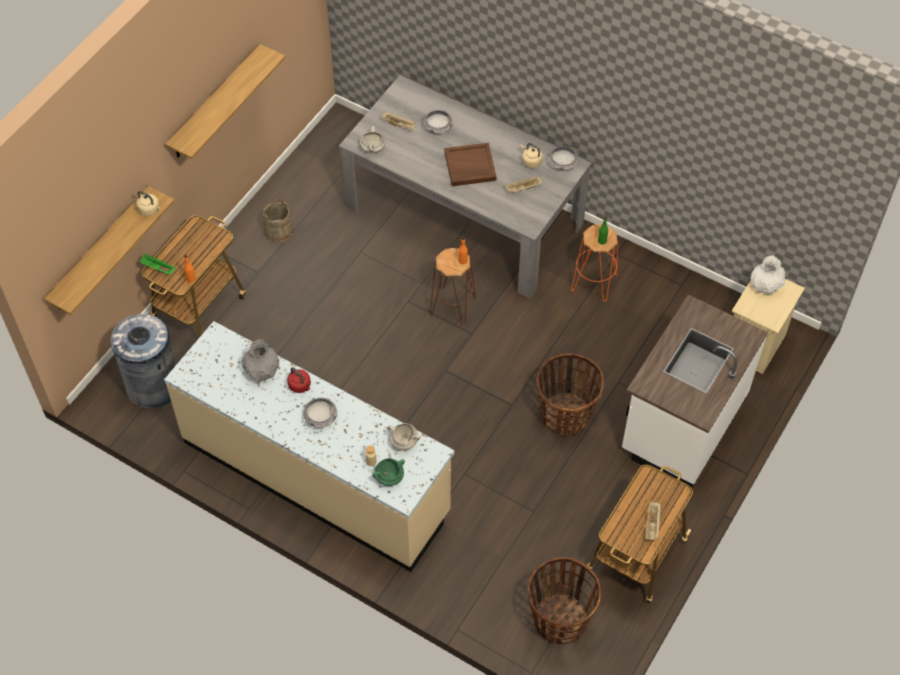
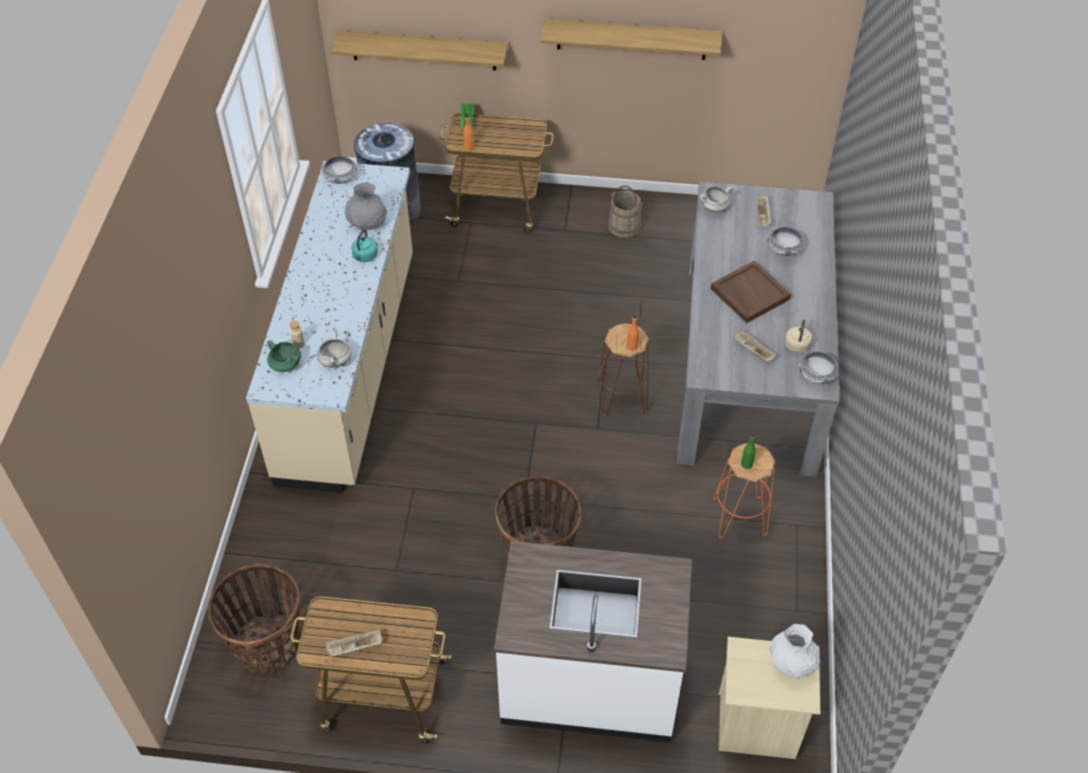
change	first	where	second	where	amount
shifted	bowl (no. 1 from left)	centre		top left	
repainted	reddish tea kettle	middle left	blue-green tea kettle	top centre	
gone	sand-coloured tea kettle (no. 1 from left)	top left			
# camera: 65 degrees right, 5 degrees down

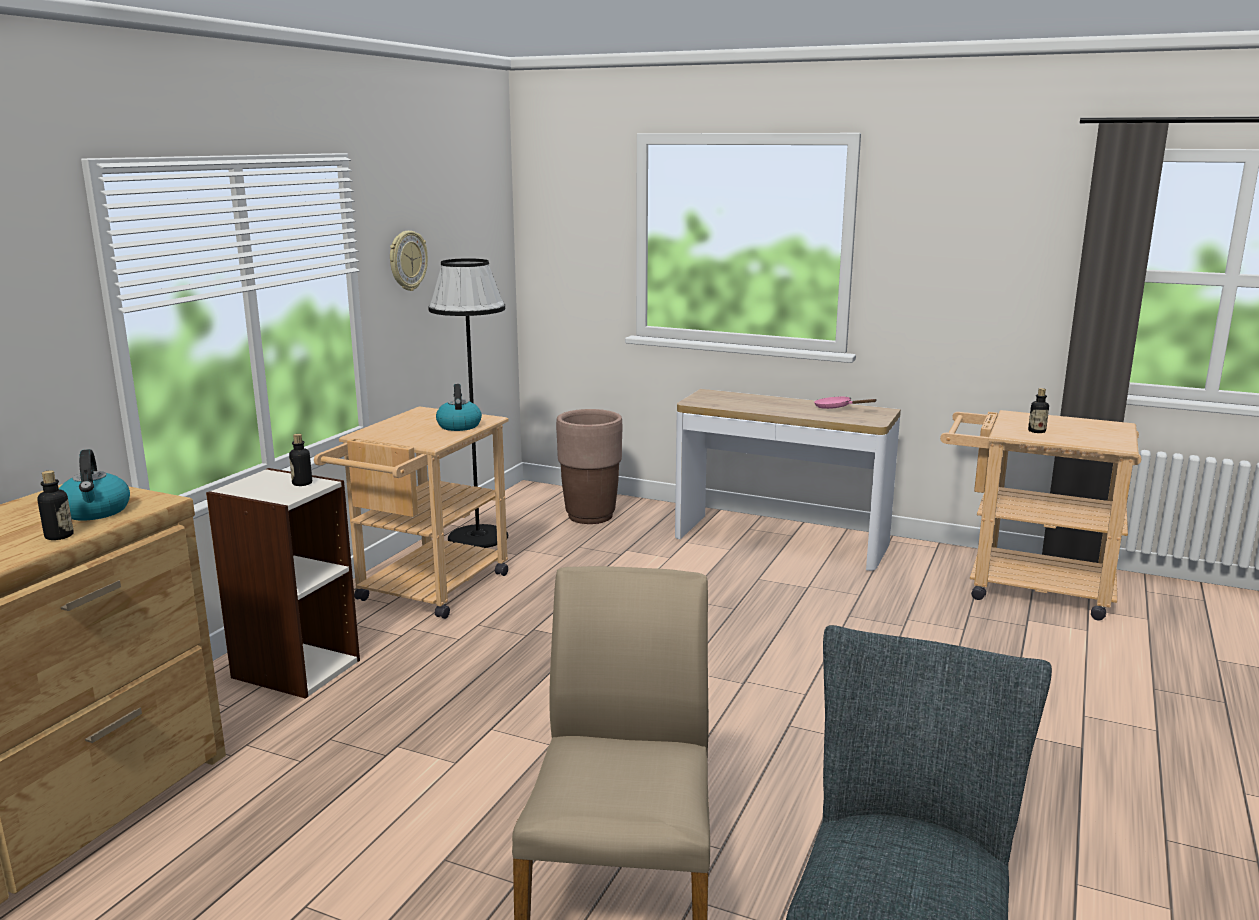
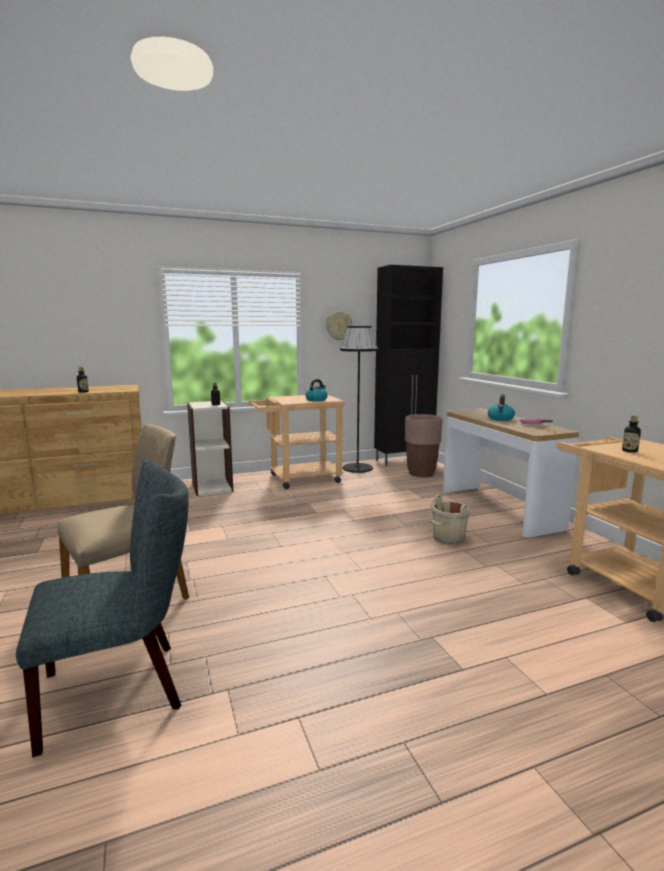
change	first	where	second	where	amount
new			black-coloured cupboard	centre	
new			sand-coloured water bucket	middle right	
shifted	tea kettle (no. 1 from left in the first image)	middle left	tea kettle (no. 2 from left)	middle right	
# camera: 45 degrees right, 5 degrees down

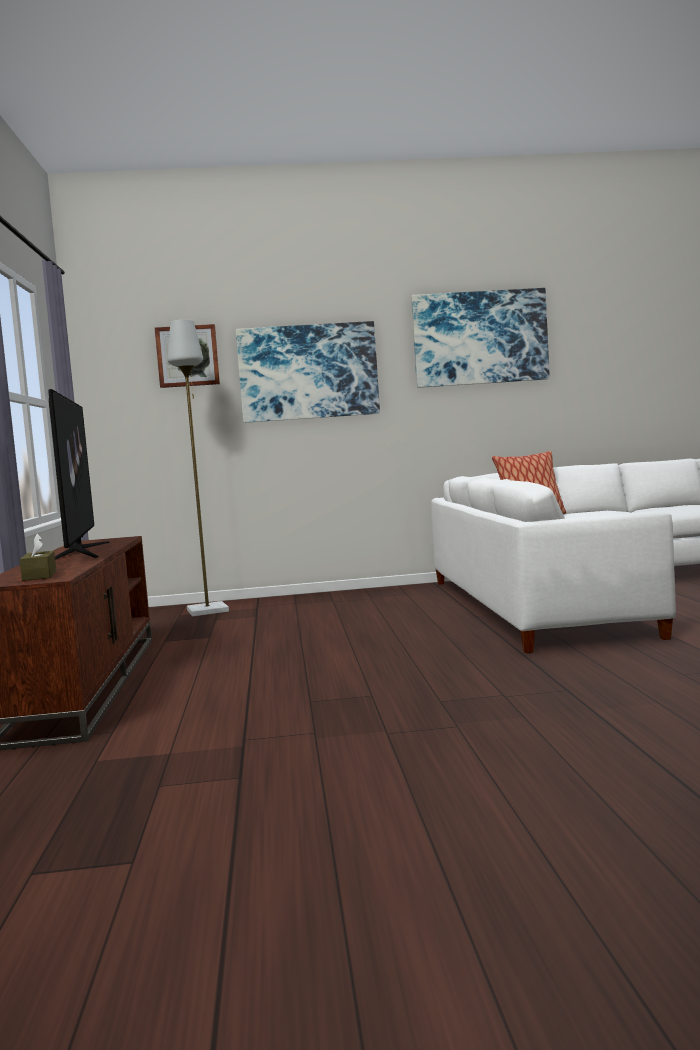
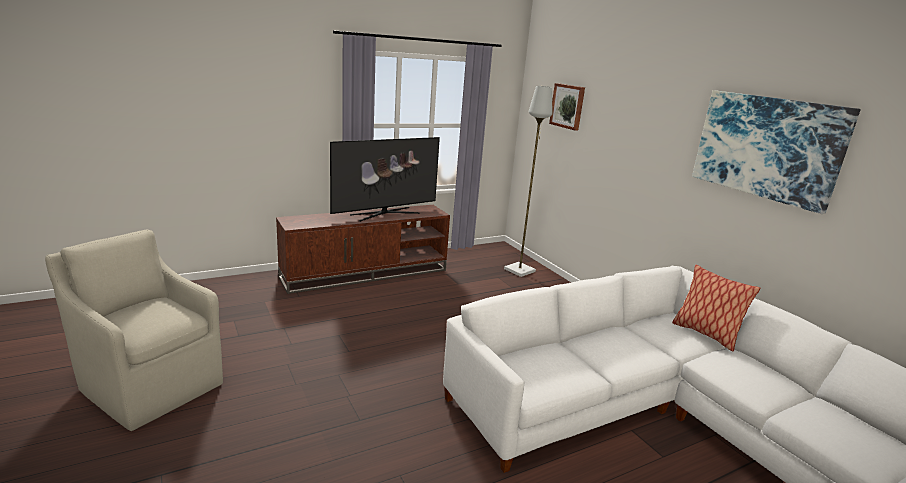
change	first	where	second	where	amount
new			sand-coloured easy chair	bottom left	
gone	brownish box of tissues	middle left			
gone	wall art (no. 2 from left)	centre			
# camera: 65 degrees right, 15 degrees up

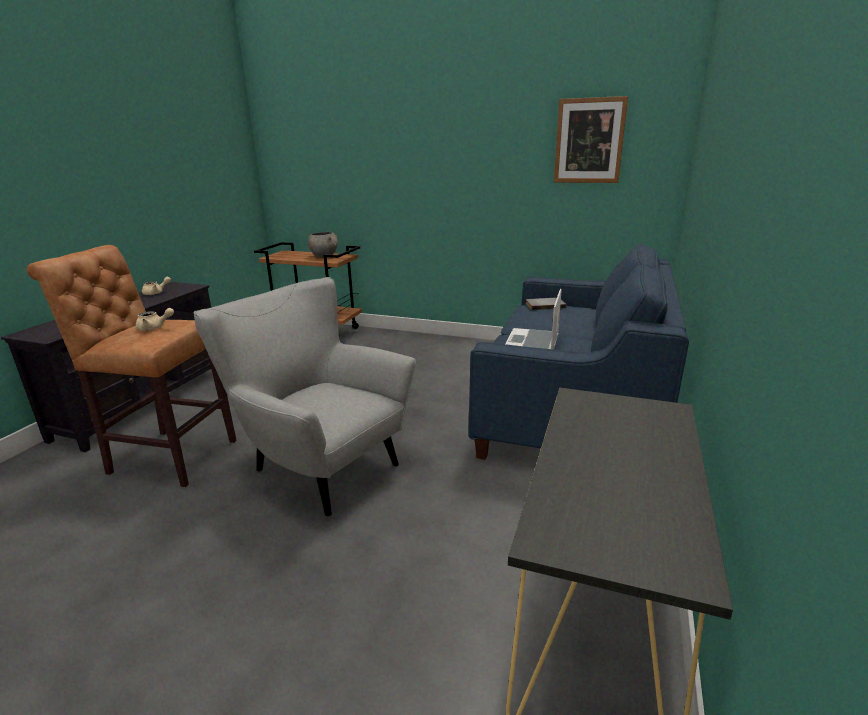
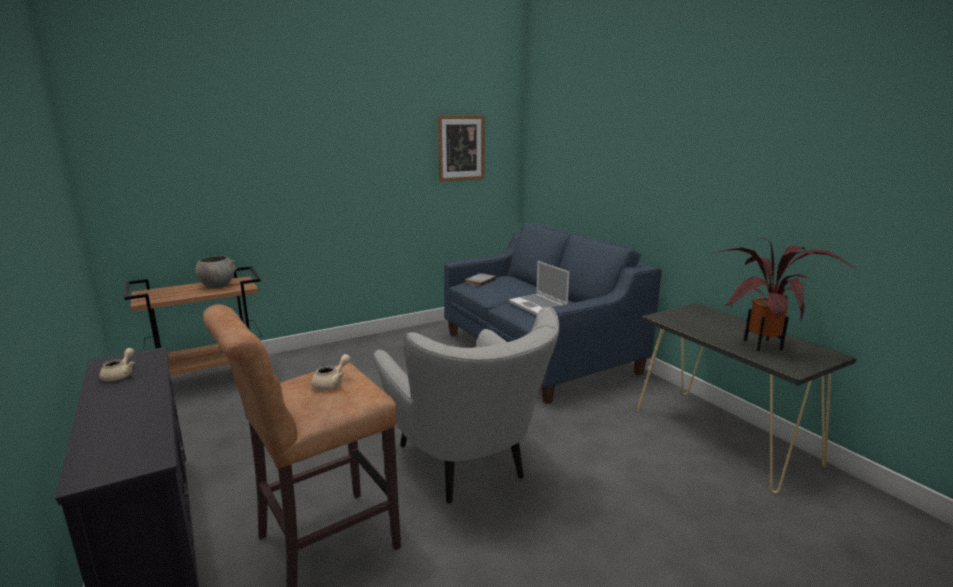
change	first	where	second	where	amount
rotated	grey easy chair	centre		bottom centre	105 degrees counterclockwise
new			potted plant	middle right	
# camera: 50 degrees left, 5 degrees down

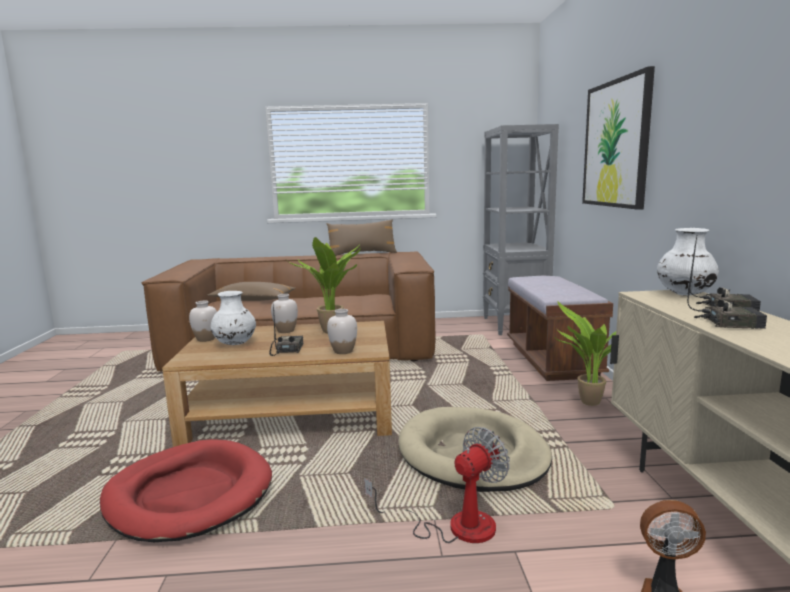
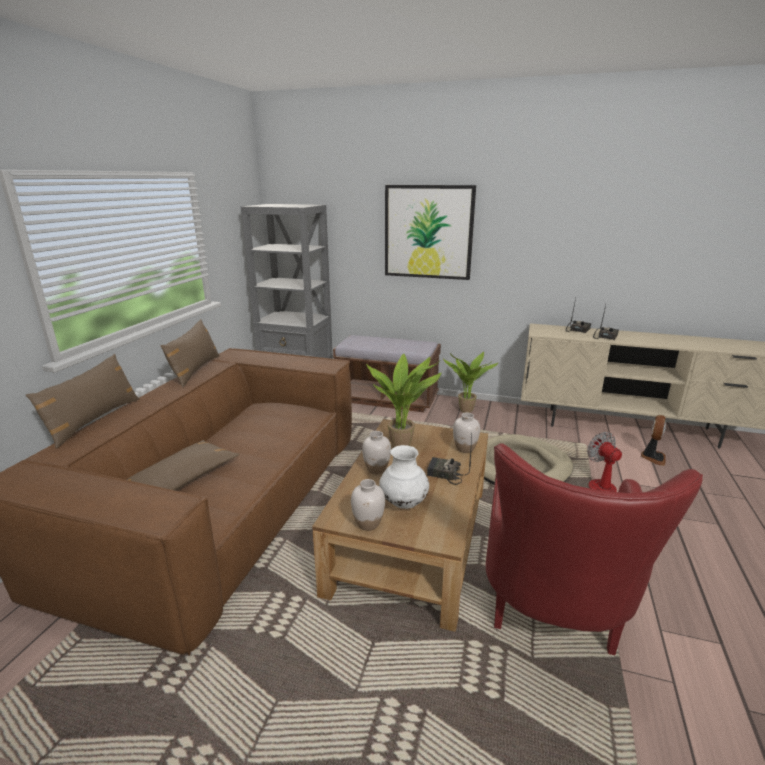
change	first	where	second	where	amount
new			brownish throw pillow (no. 1 from left)	middle left	
swapped	reddish pet bed	bottom left	reddish easy chair	bottom right	
gone	white vase (no. 5 from left)	middle right			
# camera: 70 degrees left, 10 degrees up

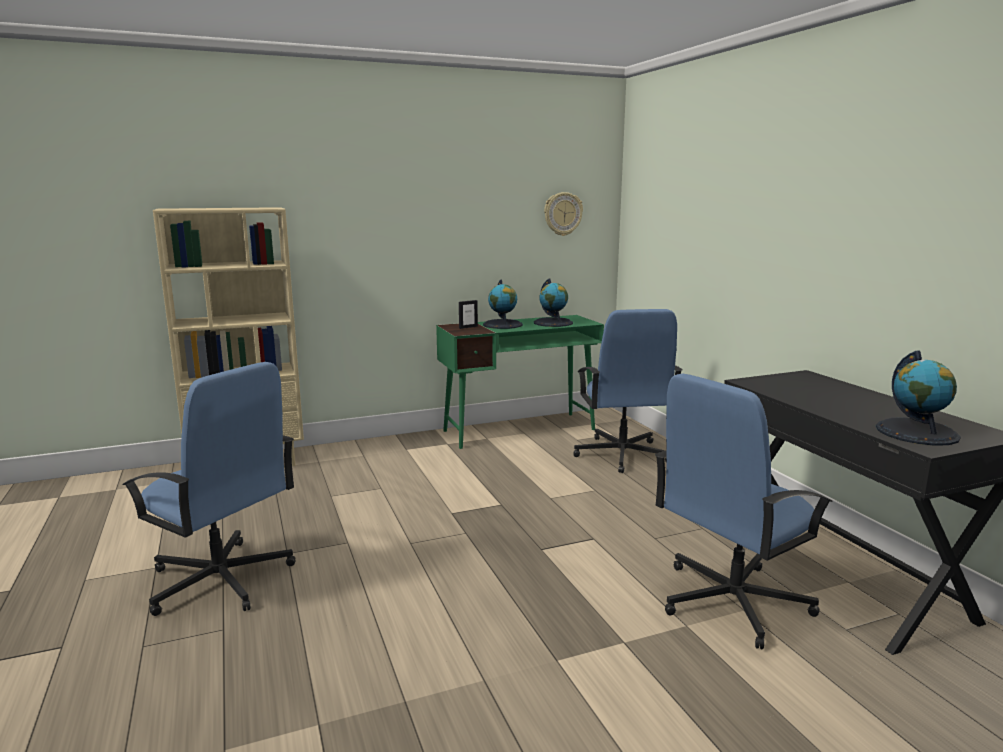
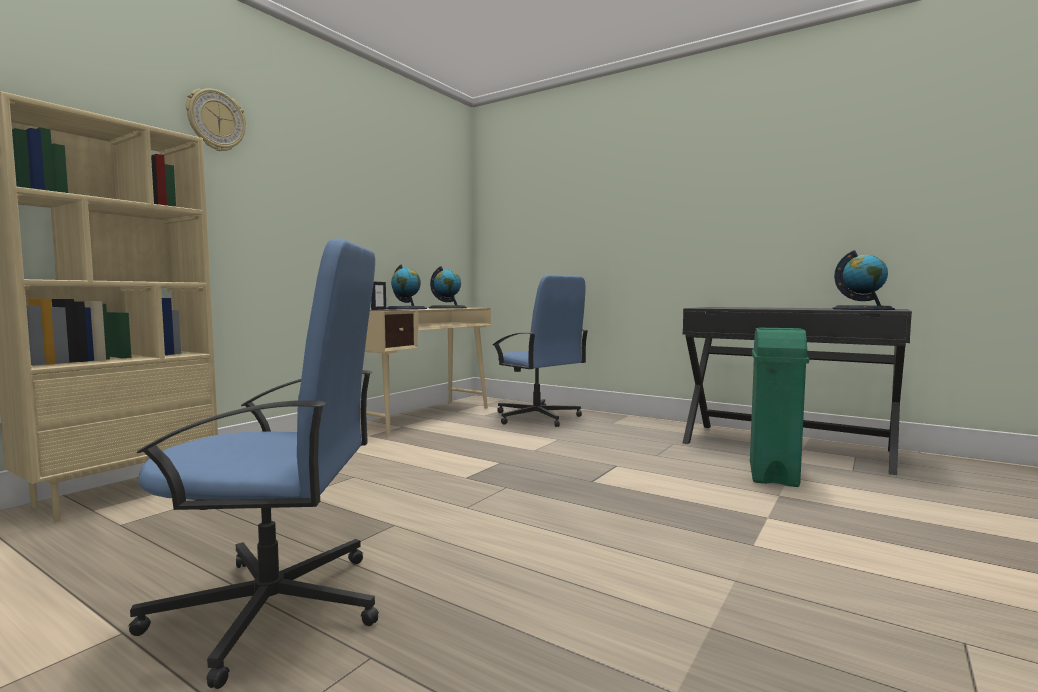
change	first	where	second	where	amount
shifted	wall clock	top centre		top left	
repainted	green-coloured desk	centre	sand-coloured desk	centre	
swapped	bluish computer chair (no. 3 from left)	bottom right	green-coloured trash can	middle right	
# camera: 35 degrees left, 10 degrees down

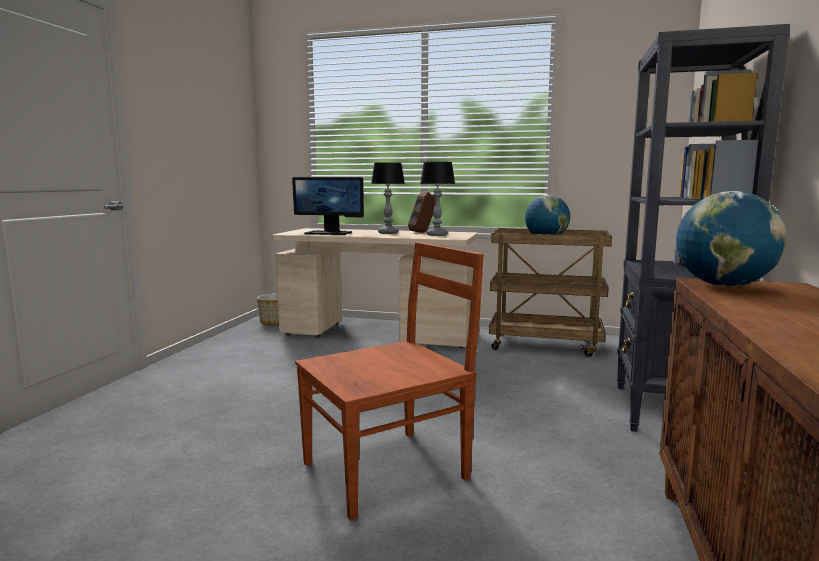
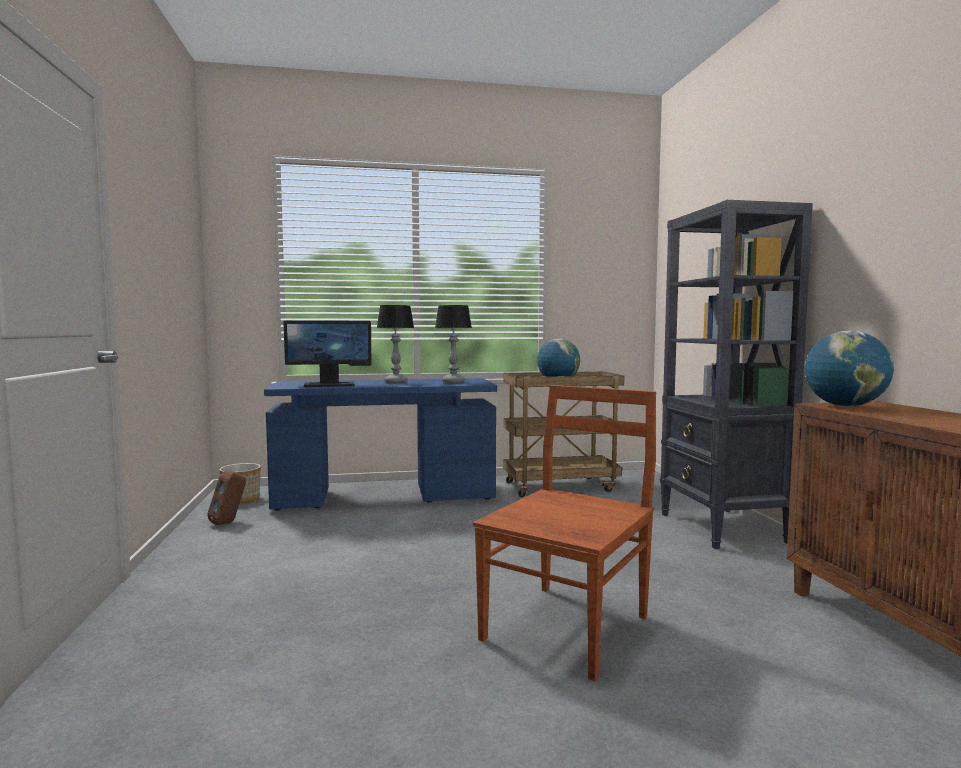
change	first	where	second	where	amount
shifted	brownish speaker	centre		middle left	
repainted	sand-coloured desk	centre	bluish desk	centre	
# camera: 25 degrees left, 5 degrees down

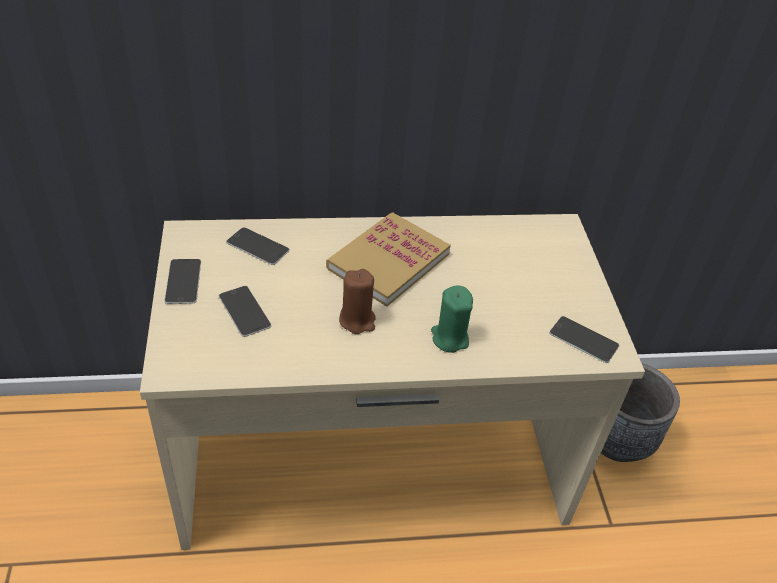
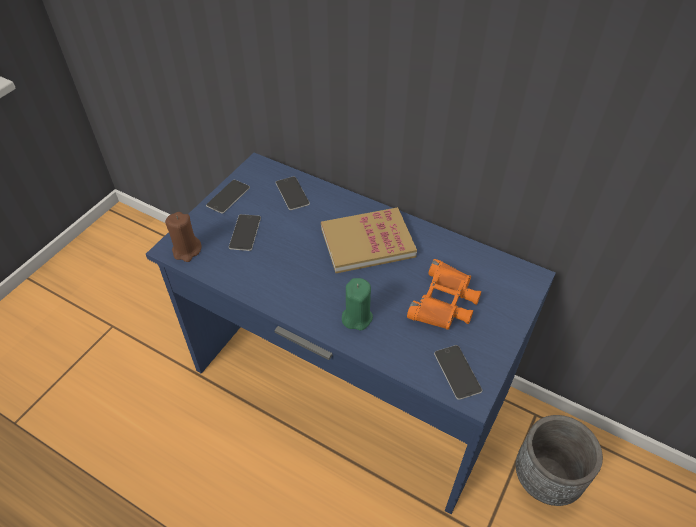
change	first	where	second	where	amount
repainted	sand-coloured desk	centre	bluish desk	centre	
shifted	brownish wax candle	centre		middle left	
new			orange binoculars	centre	
# camera: 40 degrees right, 5 degrees up

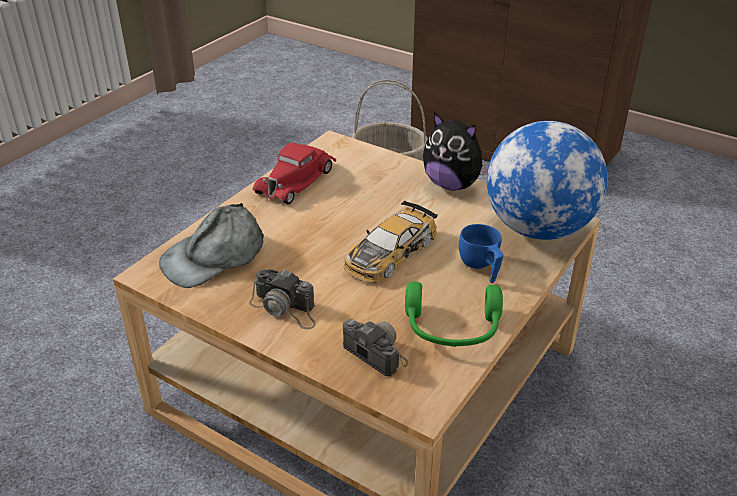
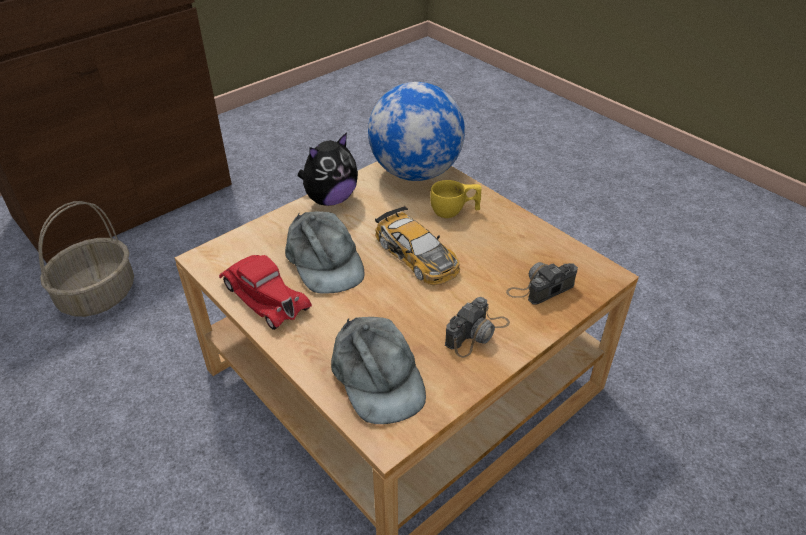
change	first	where	second	where	amount
new			grey baseball cap (no. 1 from left)	centre	
repainted	bluish cup	centre	yellow cup	centre	
gone	green-coloured headset	centre			
# camera: 75 degrees left, 5 degrees up

